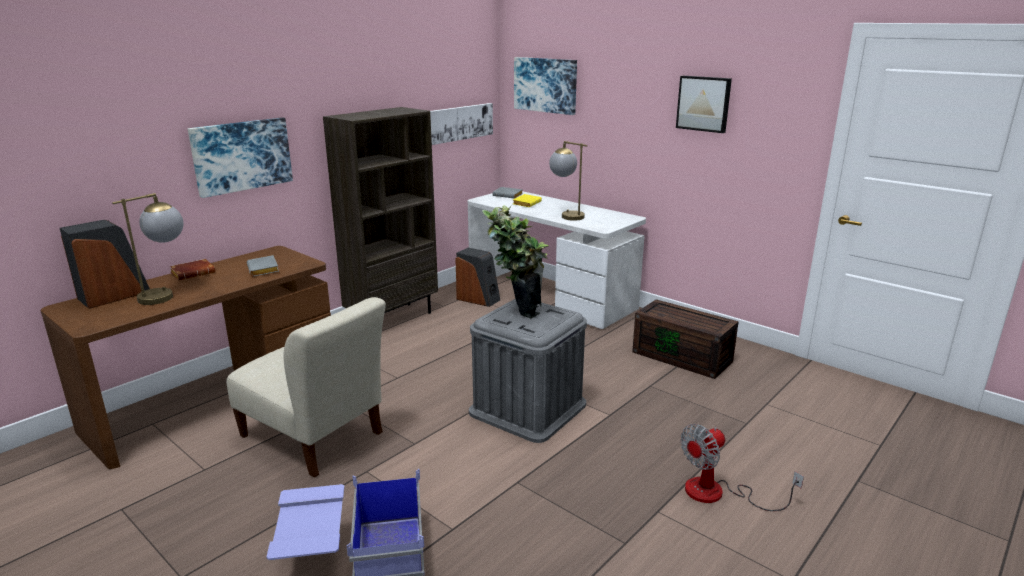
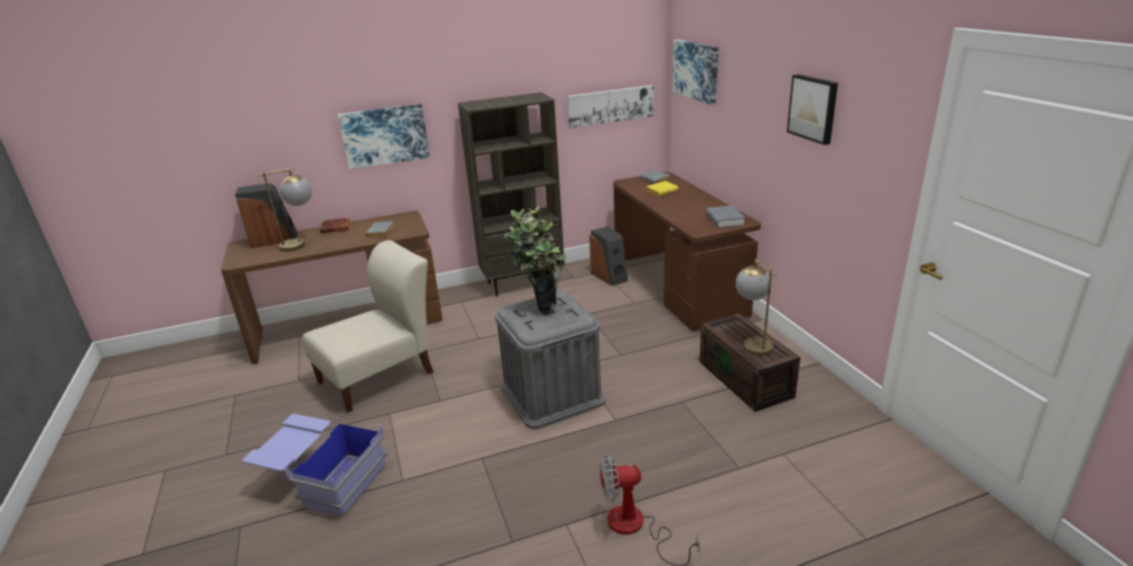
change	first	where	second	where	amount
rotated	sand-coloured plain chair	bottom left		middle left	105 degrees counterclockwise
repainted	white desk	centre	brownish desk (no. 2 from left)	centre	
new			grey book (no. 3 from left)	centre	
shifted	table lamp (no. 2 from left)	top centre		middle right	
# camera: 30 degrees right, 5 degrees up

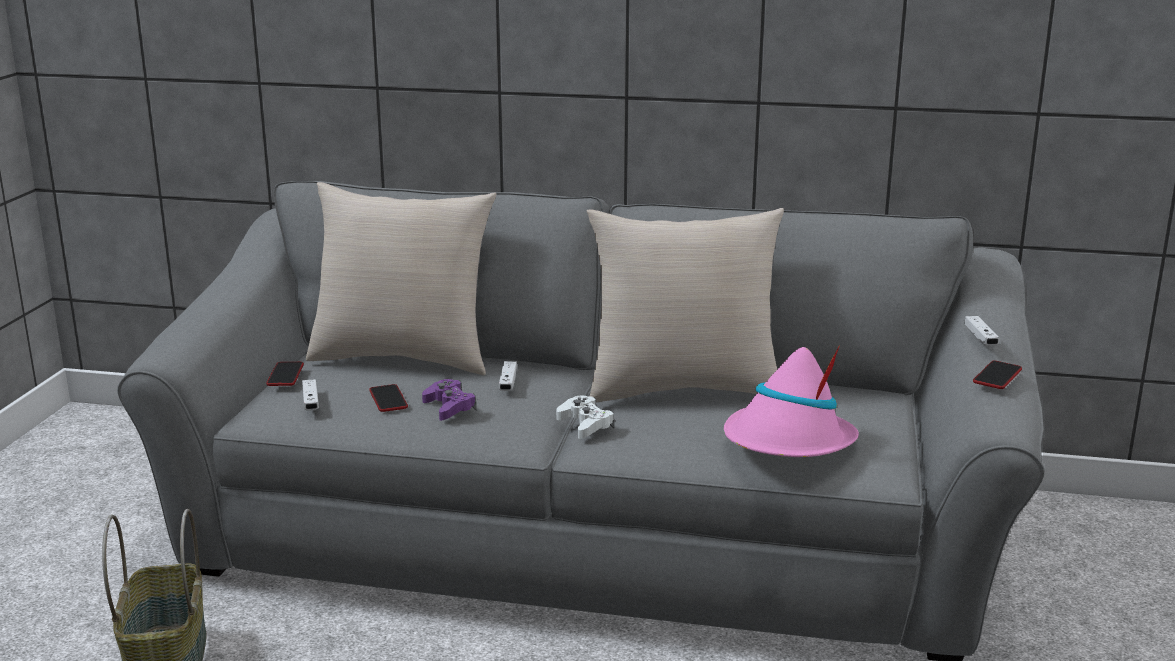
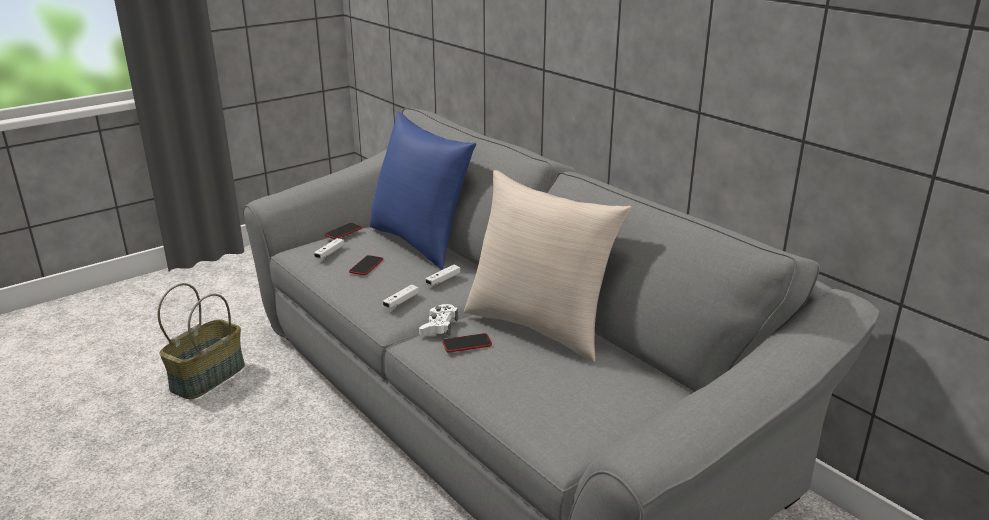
change	first	where	second	where	amount
repainted	sand-coloured throw pillow (no. 1 from left)	centre	bluish throw pillow	centre	
shifted	white joypad (no. 4 from left in the first image)	middle right	white joypad (no. 2 from left)	centre	
shifted	handset (no. 3 from left)	middle right		centre	
gone	purple-coloured joypad	centre			
gone	pinkish clothing hat	middle right			
# camera: 40 degrees right, 5 degrees up

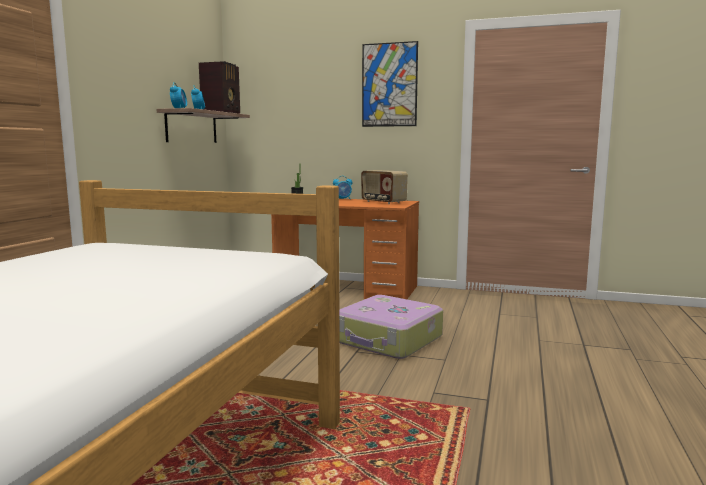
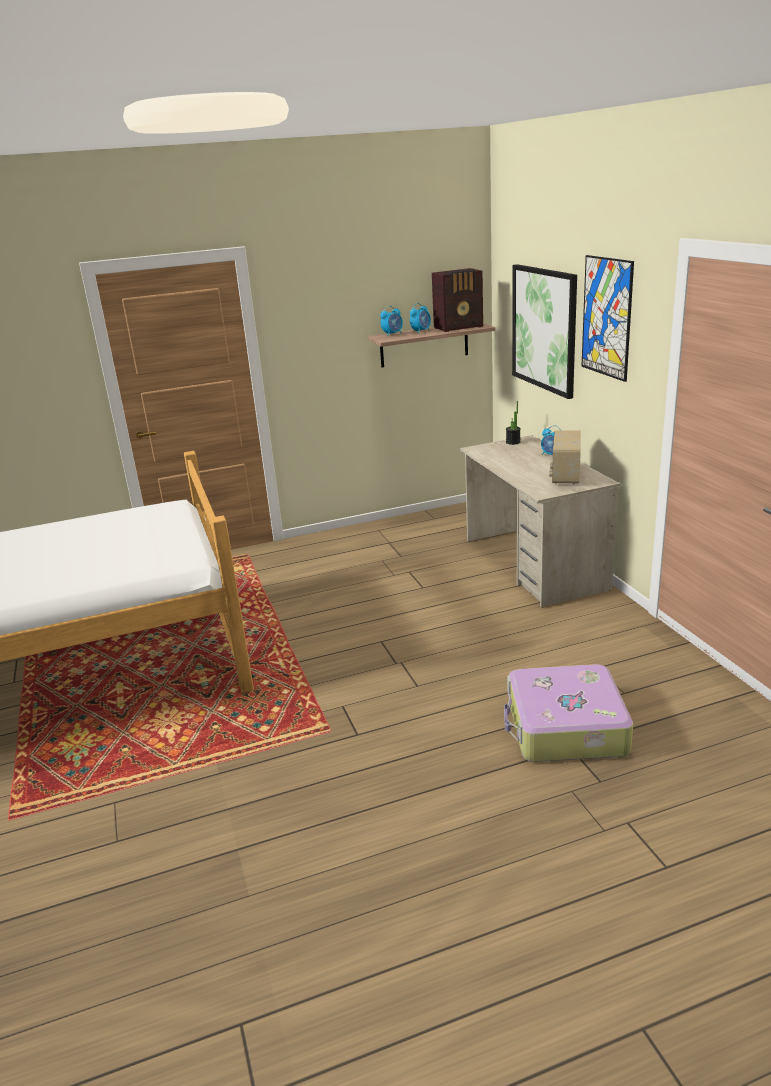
change	first	where	second	where	amount
repainted	orange desk	centre	sand-coloured desk	middle right	
shifted	suitcase	bottom centre		middle right	
new			wall art (no. 1 from left)	top right	
# camera: 55 degrees right, 15 degrees up

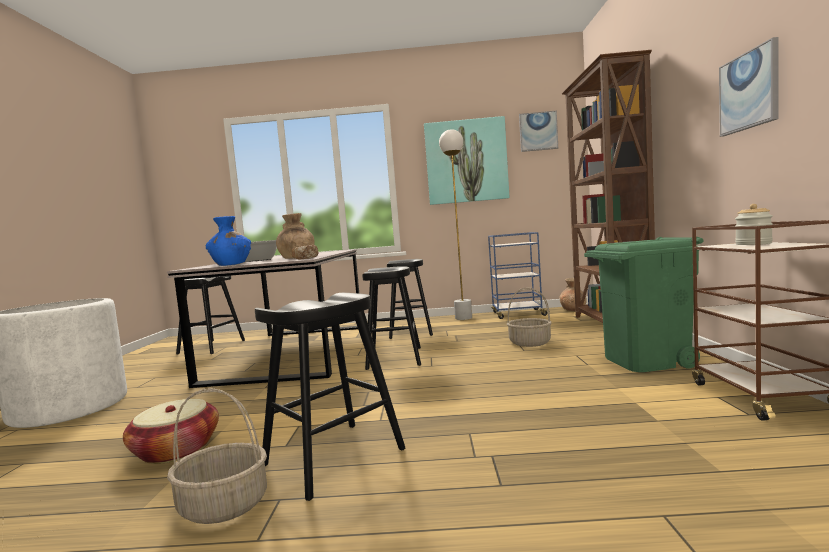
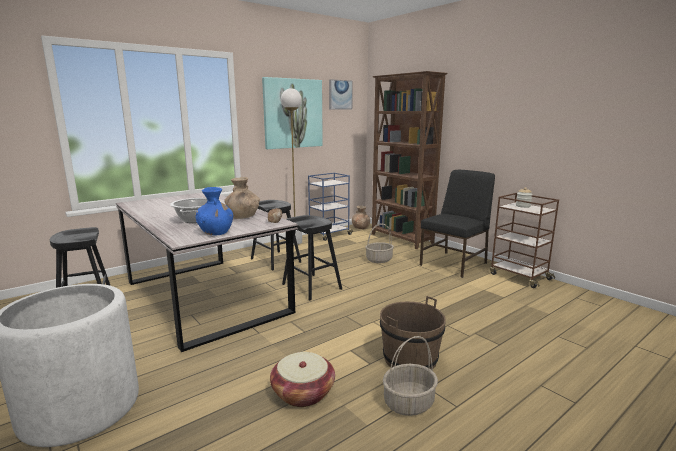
change	first	where	second	where	amount
swapped	black-coloured stool seat (no. 2 from left)	bottom centre	brownish water bucket	bottom centre	
swapped	green-coloured trash can	middle right	black-coloured plain chair	middle right	
gone	wall art (no. 3 from left)	top right			
# camera: 40 degrees left, 10 degrees up

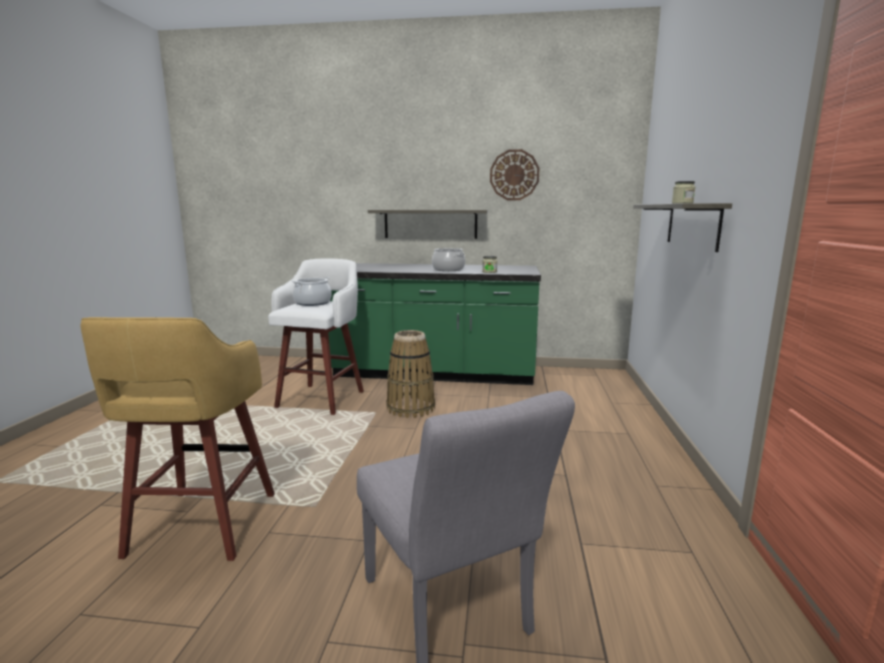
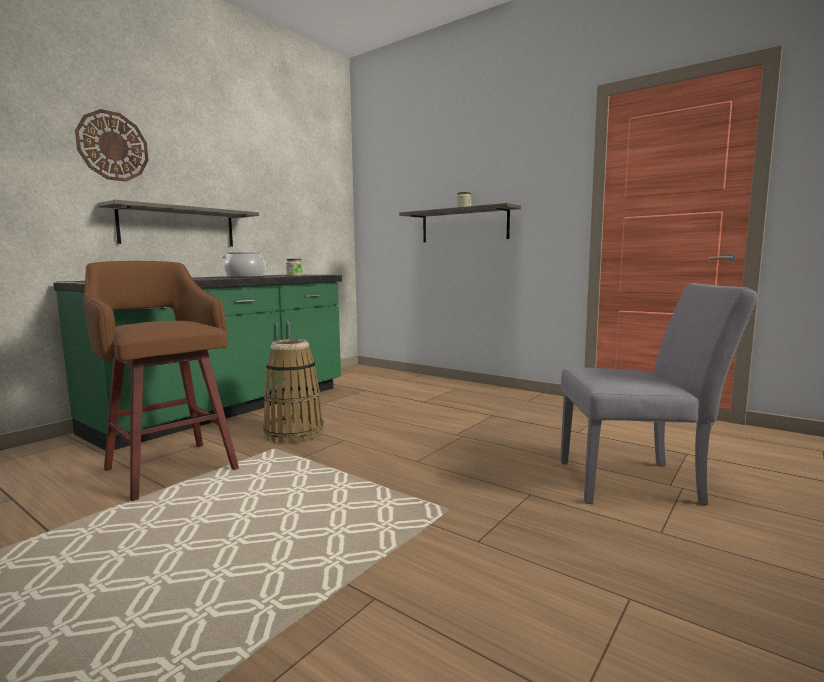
change	first	where	second	where	amount
shifted	wall clock	top centre		top left	
repainted	white stool seat	centre	brownish stool seat	middle left	
gone	yellow stool seat	middle left			
gone	saucepot (no. 1 from left)	centre			
# camera: 60 degrees left, 5 degrees down

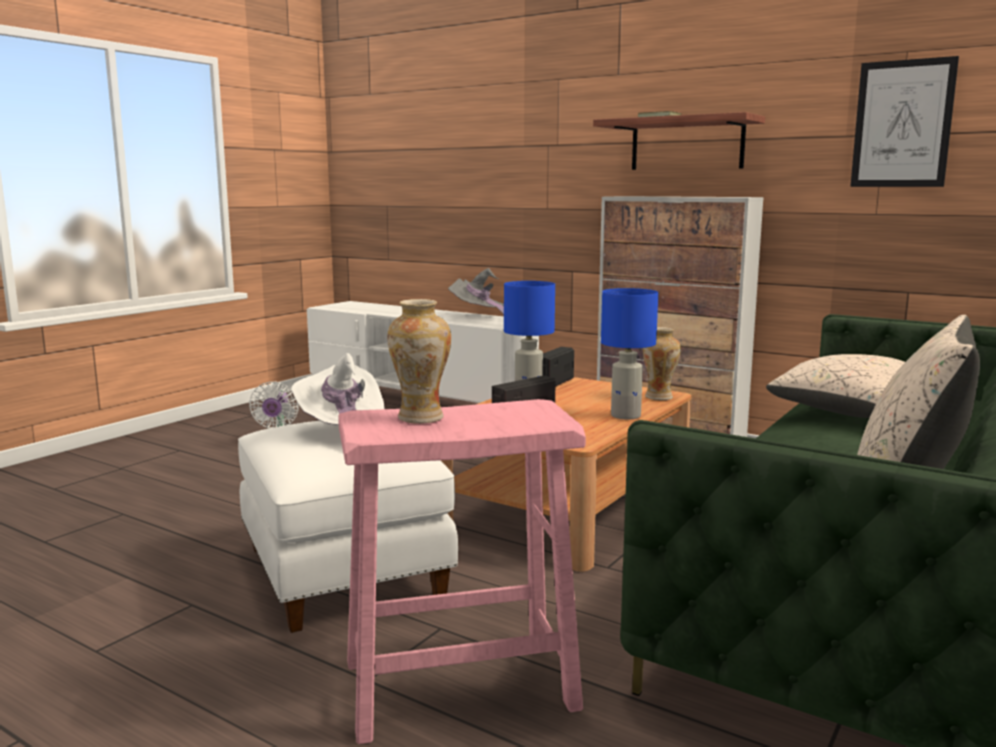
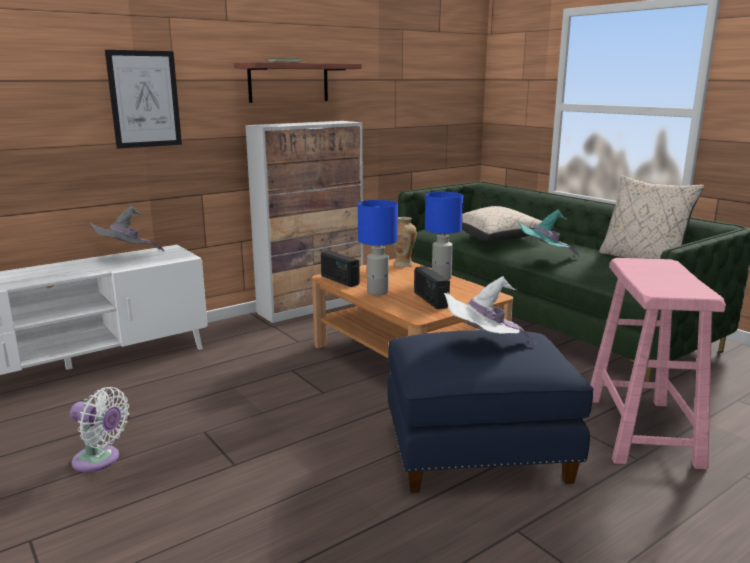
change	first	where	second	where	amount
shifted	wall art	top right		top left	
repainted	white ottoman	bottom centre	bluish ottoman	bottom centre	
new			blue-green clothing hat	middle right	
gone	vase (no. 1 from left)	centre			
# camera: 70 degrees left, 5 degrees up

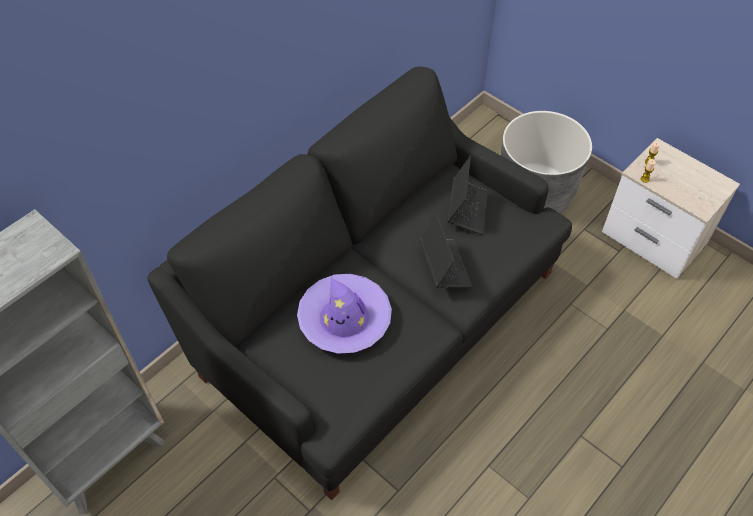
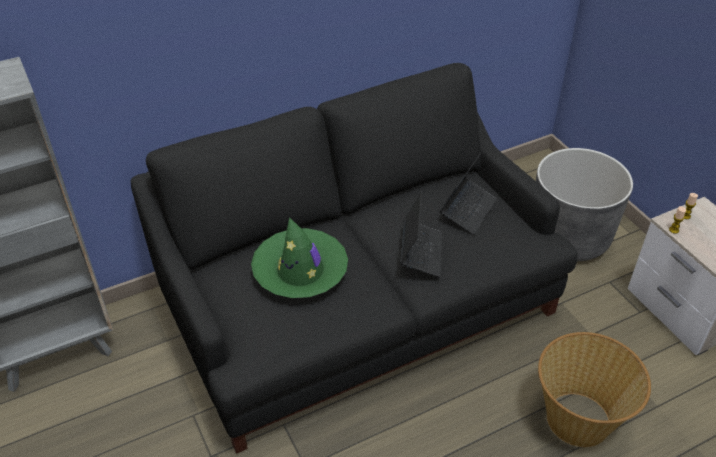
change	first	where	second	where	amount
repainted	purple-coloured clothing hat	centre	green-coloured clothing hat	centre	
new			household basket	bottom right	
# camera: 20 degrees right, 10 degrees down

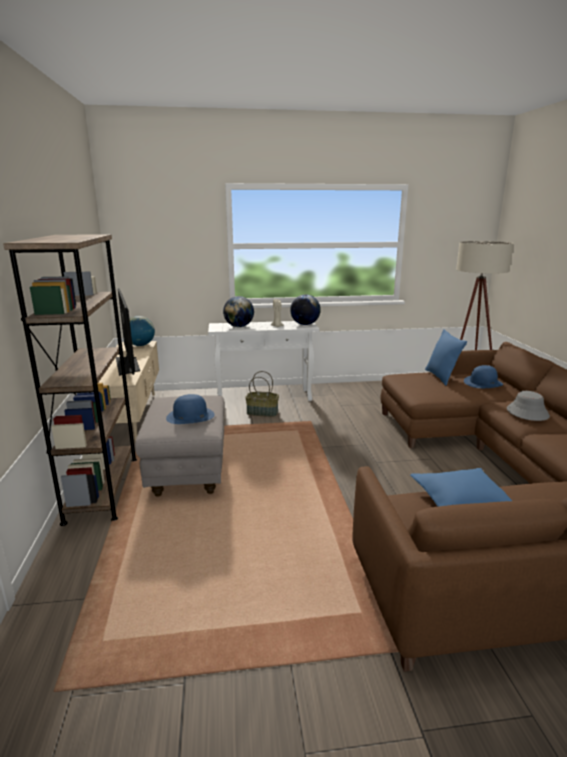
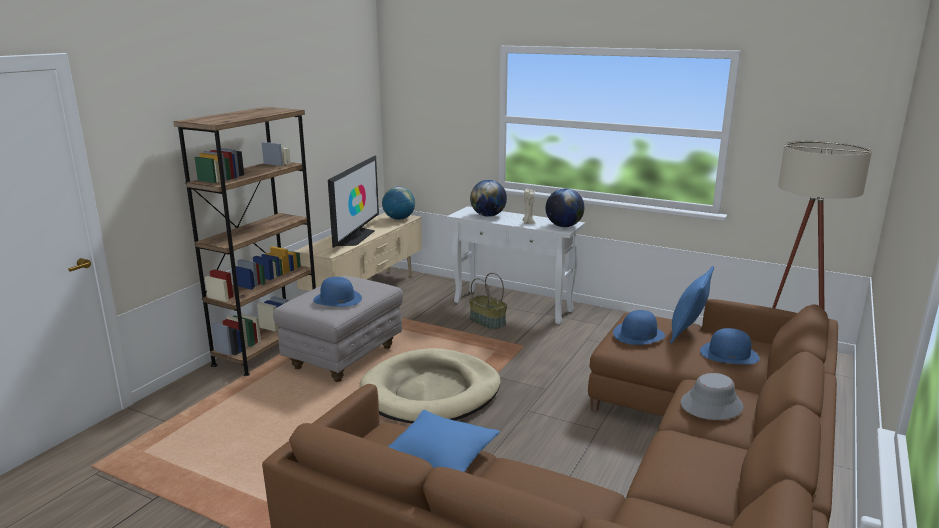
change	first	where	second	where	amount
new			sand-coloured pet bed	bottom centre	
new			bluish clothing hat (no. 2 from left)	middle right	
# camera: 35 degrees right, 0 degrees up

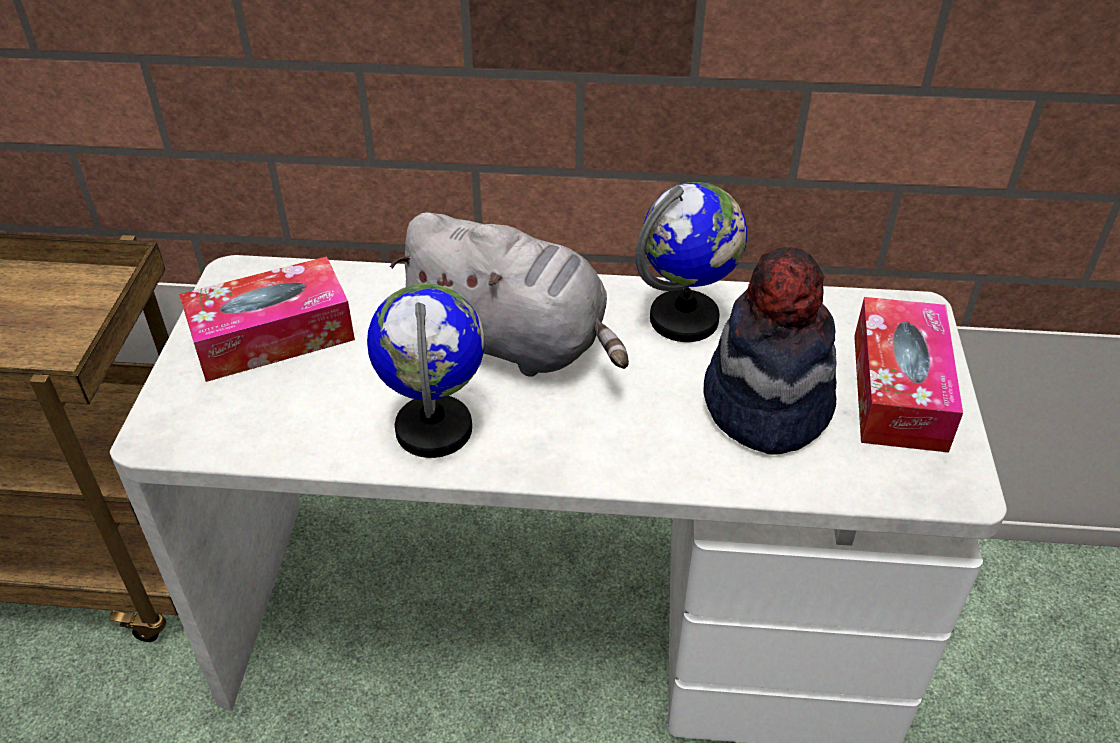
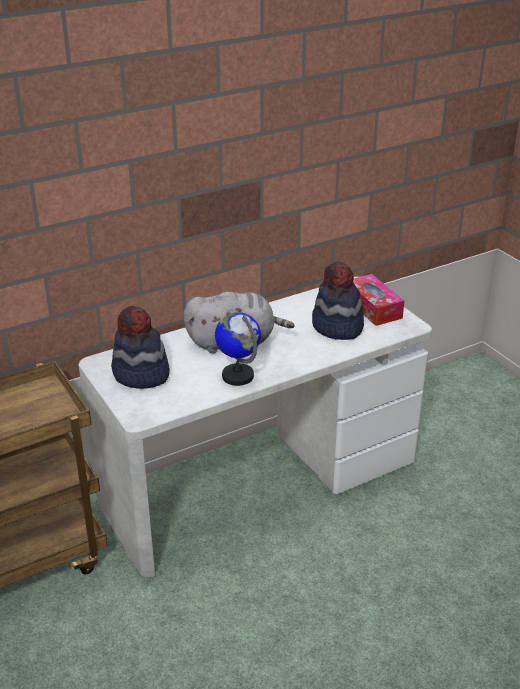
change	first	where	second	where	amount
swapped	box of tissues (no. 1 from left)	middle left	clothing hat (no. 1 from left)	middle left	
gone	globe (no. 2 from left)	centre			
# camera: 35 degrees left, 10 degrees down

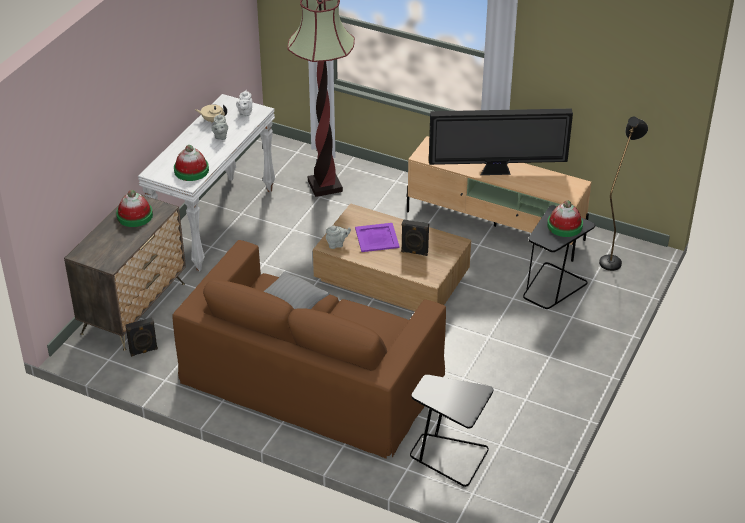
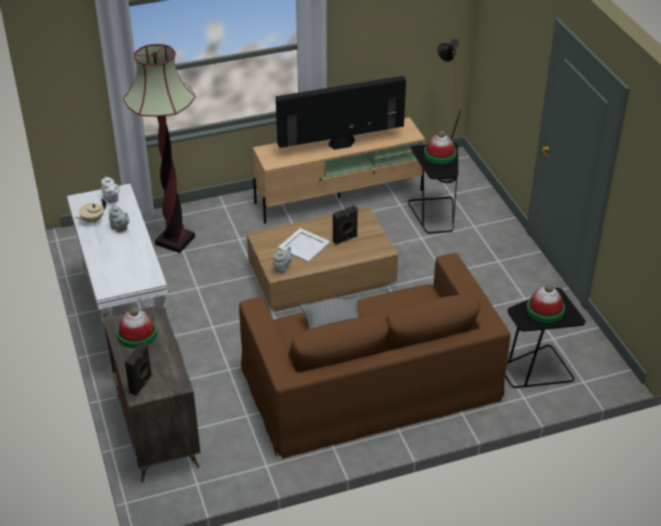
change	first	where	second	where	amount
shifted	black-coloured speaker (no. 1 from left)	middle left		bottom left	
rotated	TV	top right		top centre	150 degrees counterclockwise
repainted	purple-coloured carrying tray	centre	white carrying tray	centre	
shifted	clothing hat (no. 2 from left in the first image)	top left	clothing hat (no. 3 from left)	middle right	
# camera: 45 degrees left, 0 degrees up

